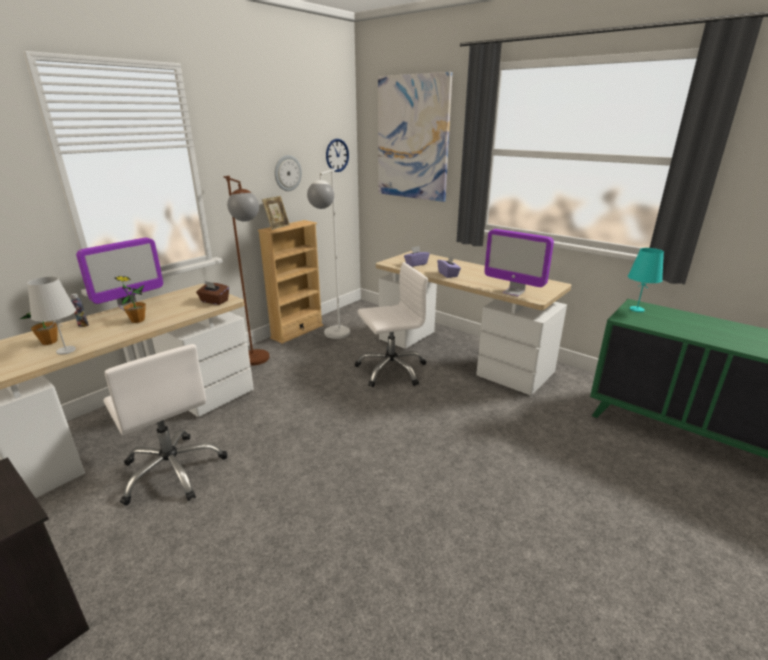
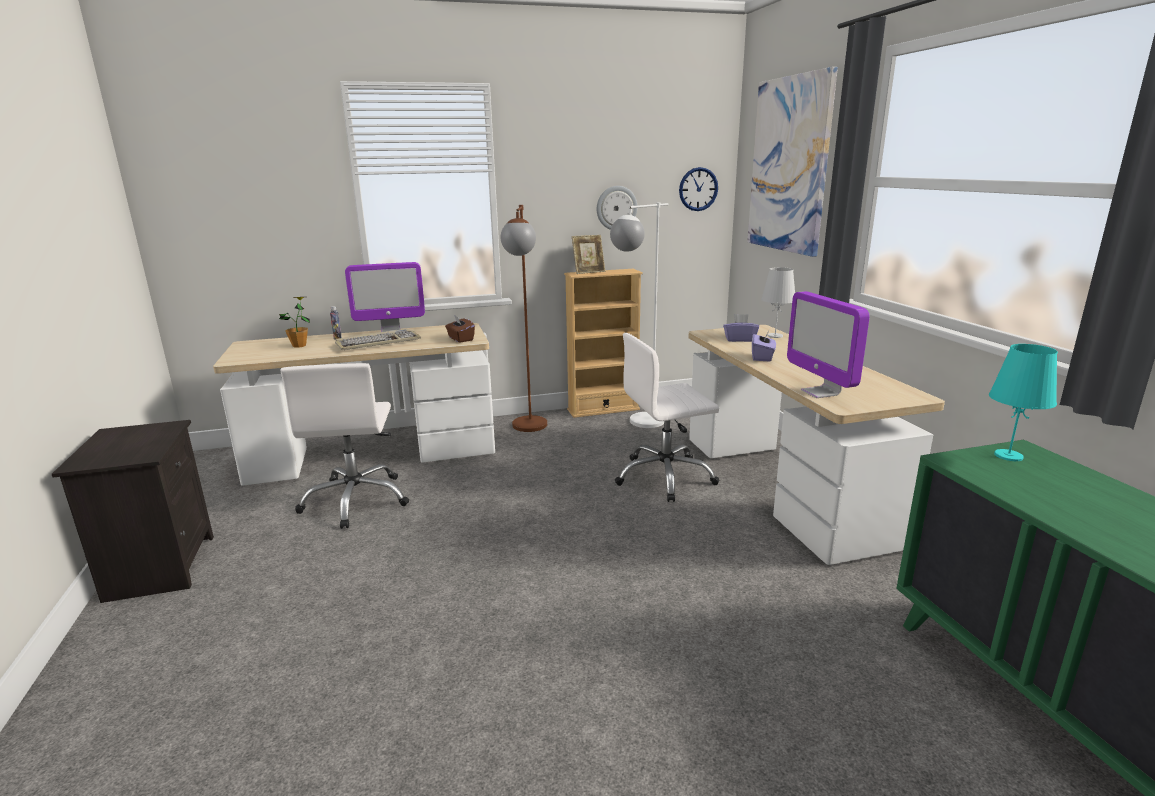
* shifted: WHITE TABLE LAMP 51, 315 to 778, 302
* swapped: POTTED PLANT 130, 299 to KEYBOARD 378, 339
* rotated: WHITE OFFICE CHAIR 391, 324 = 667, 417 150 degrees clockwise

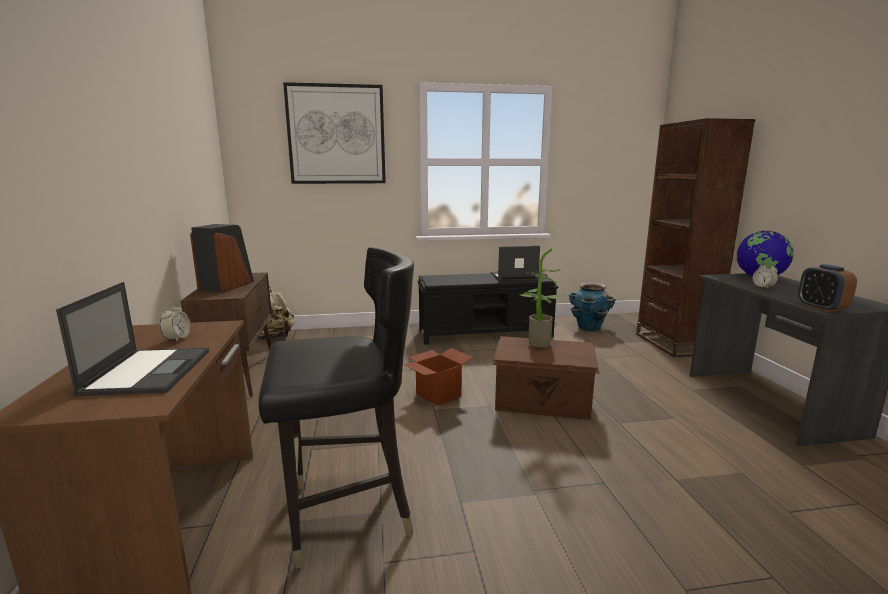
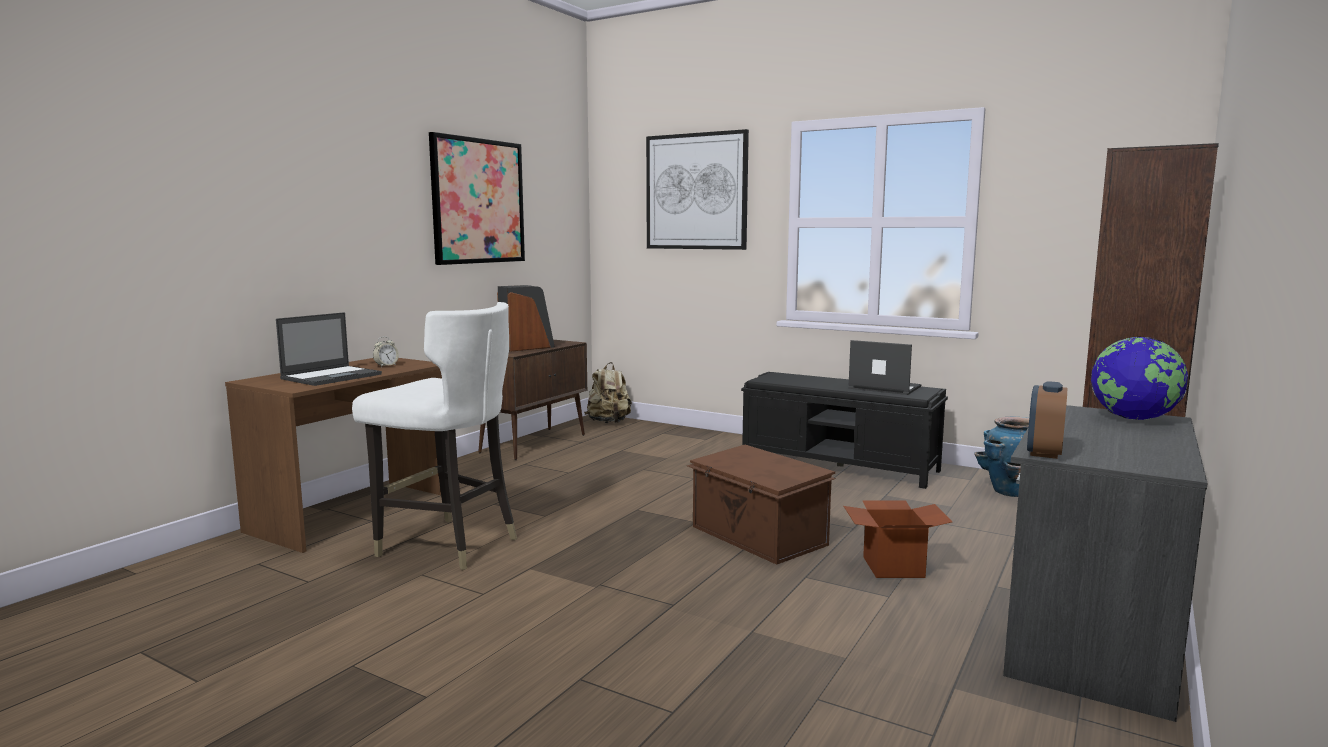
* repainted: BLACK CHAIR 336, 408 to WHITE CHAIR 434, 436
* shifted: CARDBOARD BOX 438, 377 to 897, 539
* gone: POTTED PLANT 544, 298
* gone: ALARM CLOCK 765, 275
* new: PICTURE 477, 198

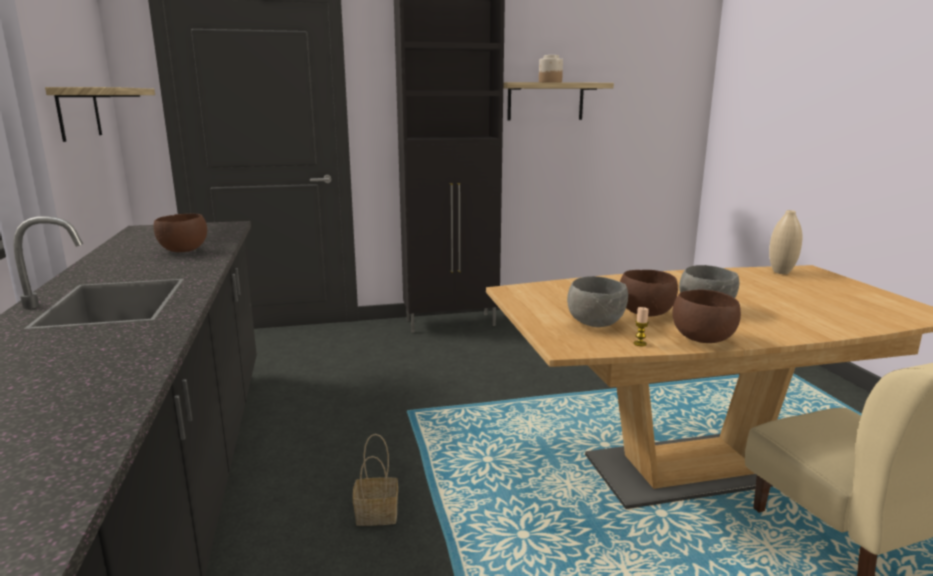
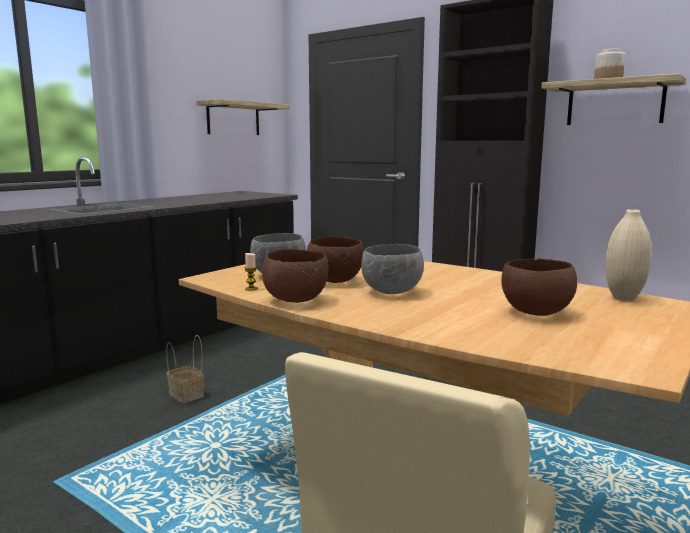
* shifted: BROWN BOWL 180, 233 to 539, 287

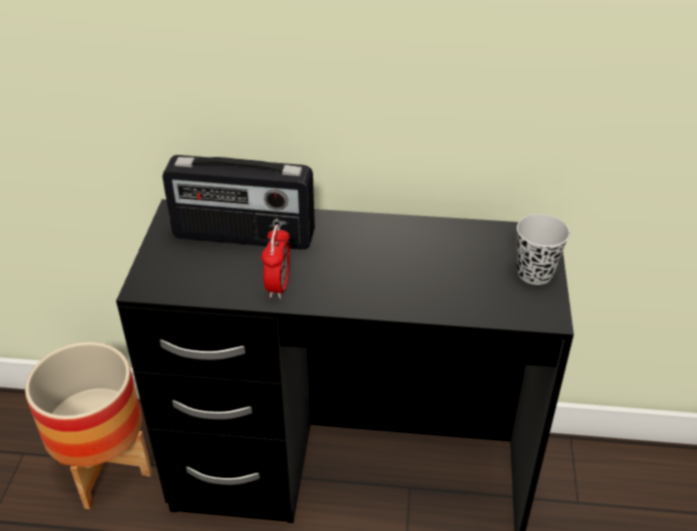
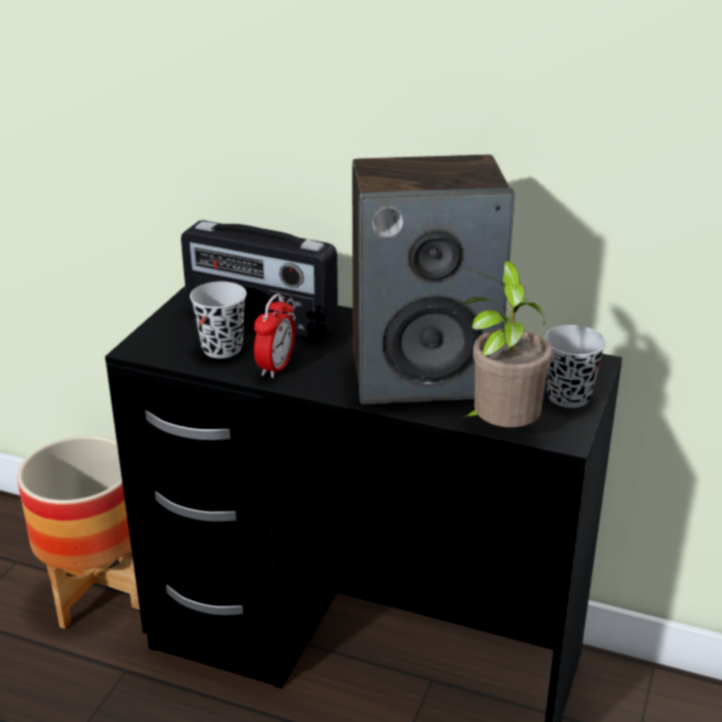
* new: BLACK CUP 218, 319
* new: SPEAKER 433, 279
* new: POTTED PLANT 507, 344

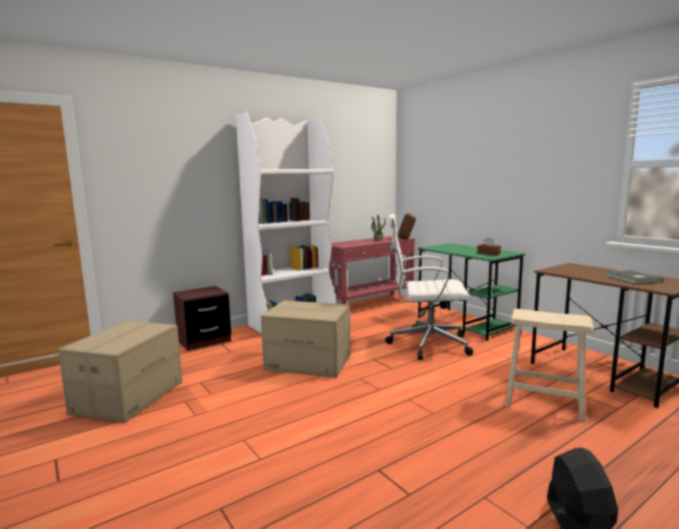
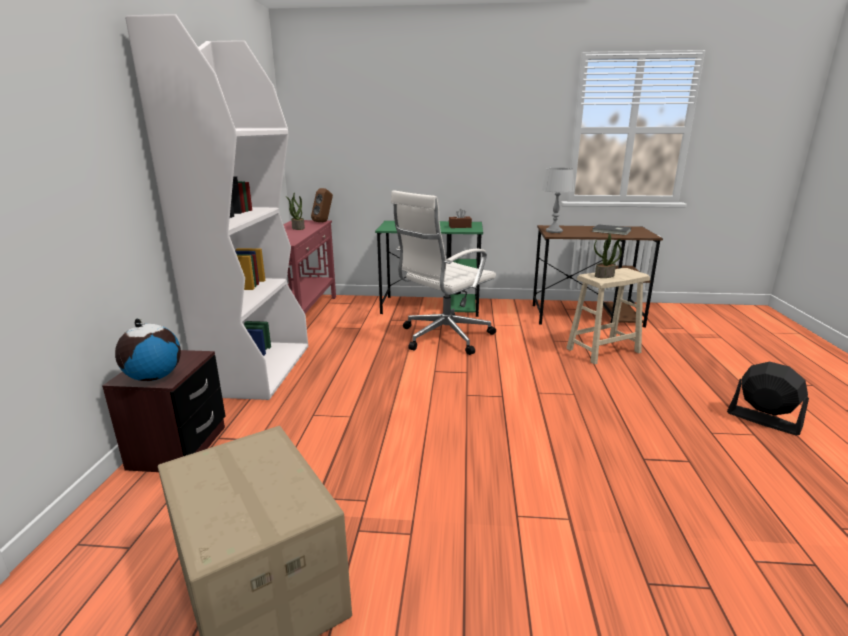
* gone: CARDBOARD BOX 305, 339
* new: GLOBE 148, 349
* new: GREY TABLE LAMP 558, 200
* new: POTTED PLANT 608, 256

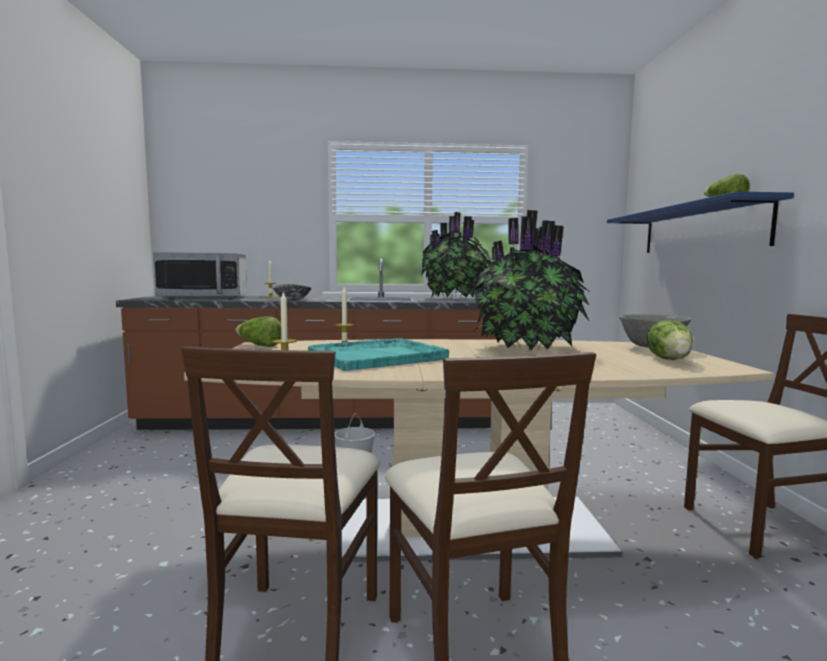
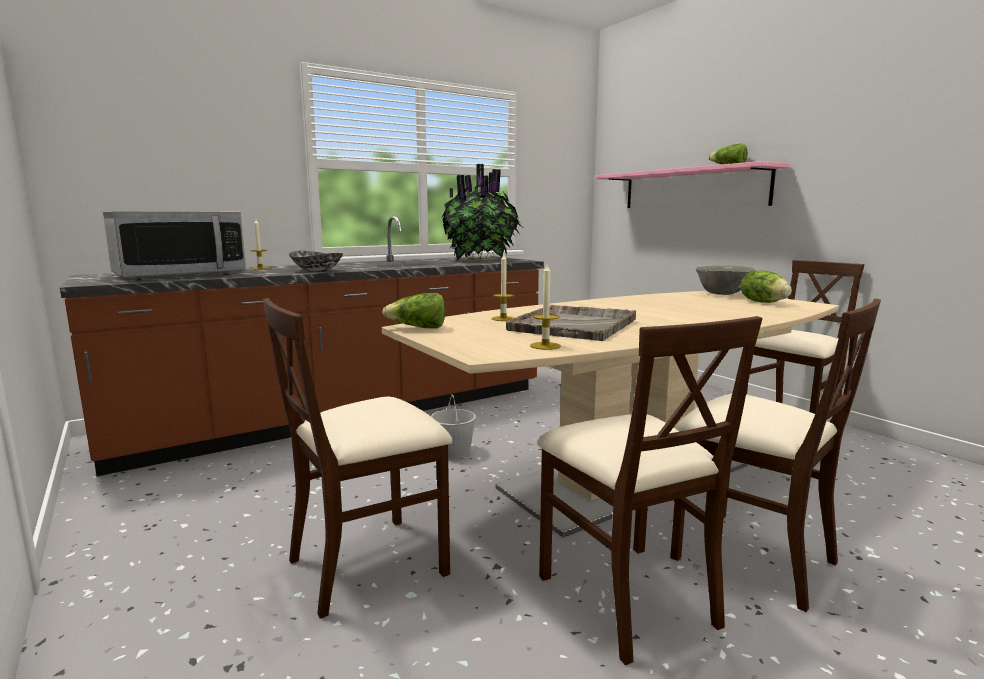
* repainted: TURQUOISE TRAY 378, 354 to GREY TRAY 571, 323
* gone: POTTED PLANT 531, 280
* repainted: BLUE SHELF 700, 222 to PINK SHELF 693, 184
* new: BEIGE CHAIR 357, 458

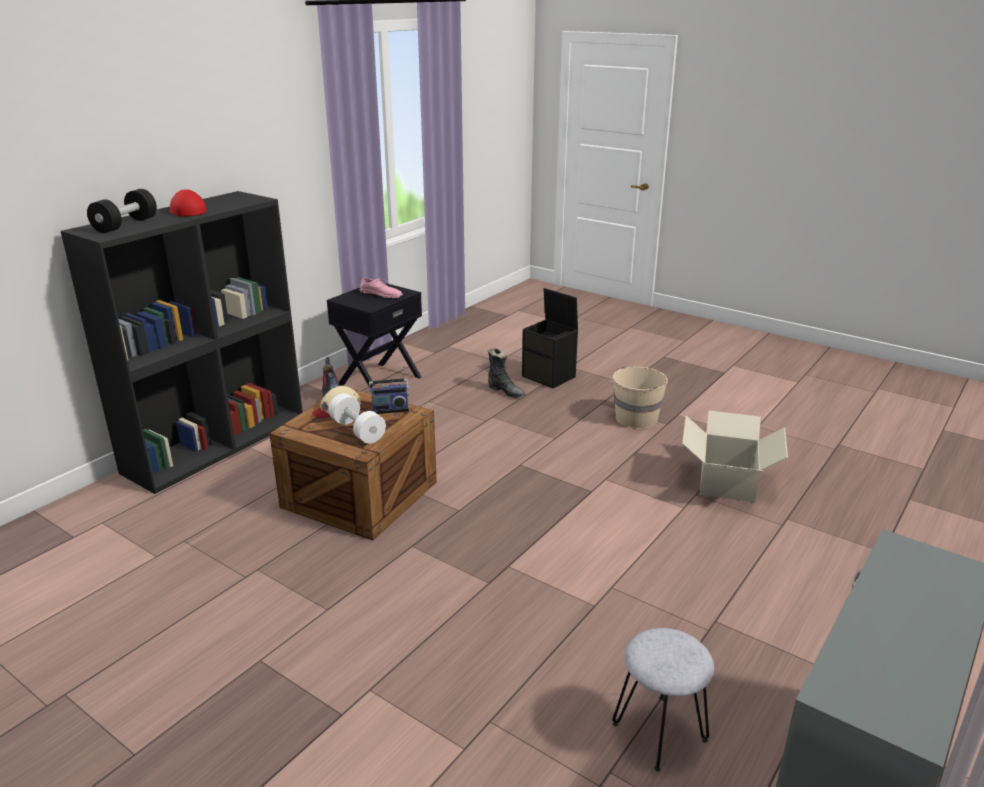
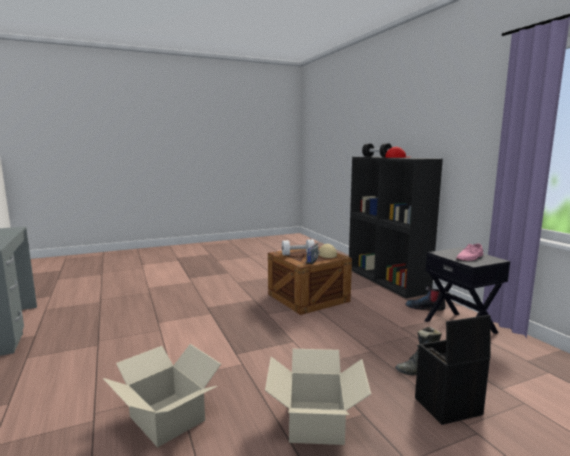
* swapped: BEIGE BUCKET 639, 397 to CARDBOARD BOX 318, 397
* gone: GREY STOOL 663, 700

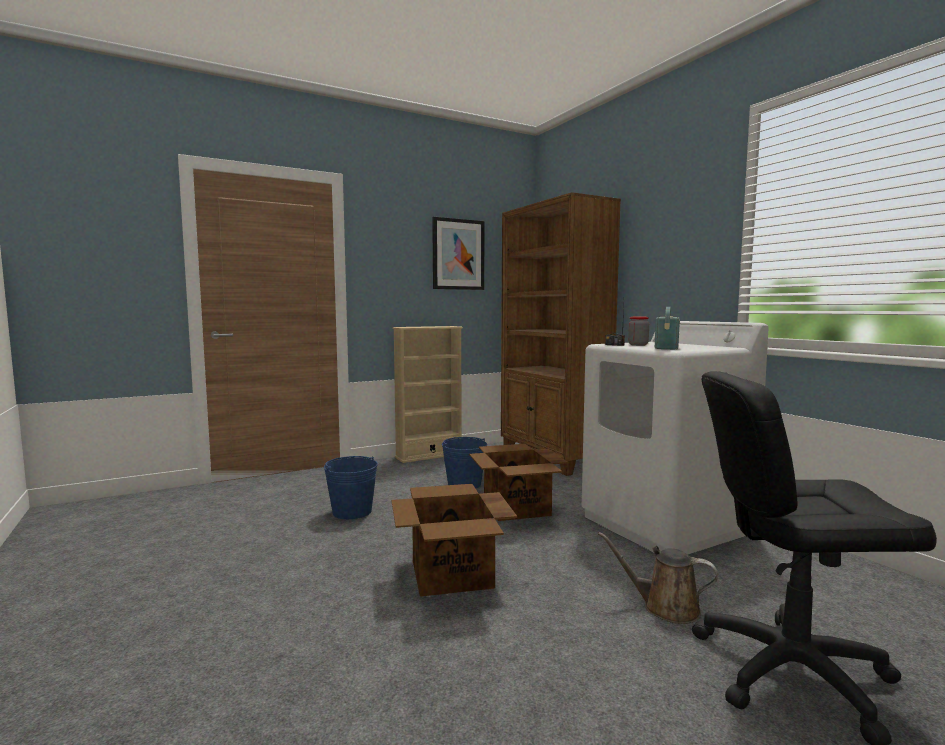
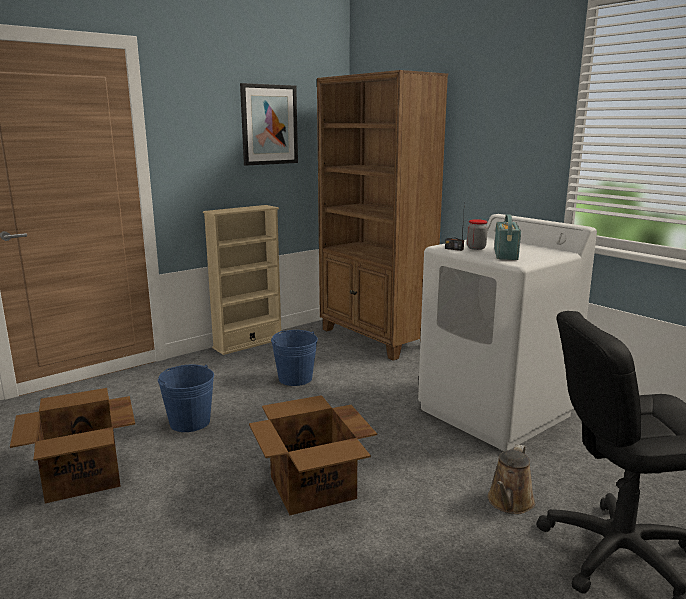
* shifted: CARDBOARD BOX 518, 482 to 72, 445
* rotated: BROWN WATERING CAN 658, 578 = 511, 479 75 degrees counterclockwise

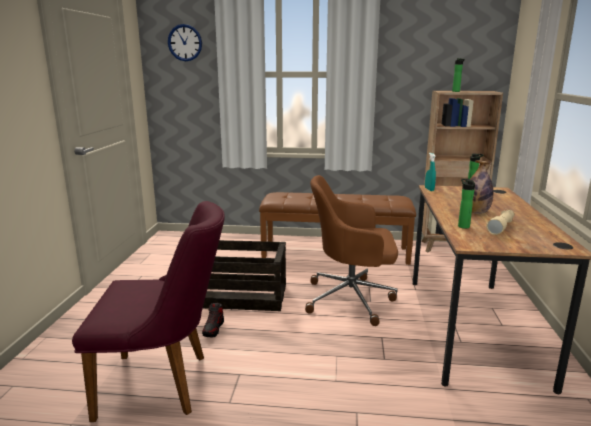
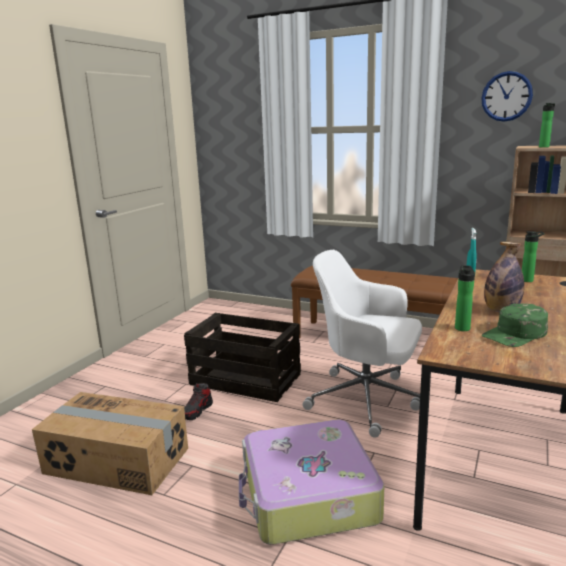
* swapped: PURPLE CHAIR 148, 311 to CARDBOARD BOX 110, 443
* shifted: WALL CLOCK 185, 42 to 507, 96
* repainted: BROWN OFFICE CHAIR 351, 250 to WHITE OFFICE CHAIR 362, 344
* swapped: BEIGE FLASHLIGHT 500, 222 to GREEN CAP 515, 325
* new: SUITCASE 311, 482

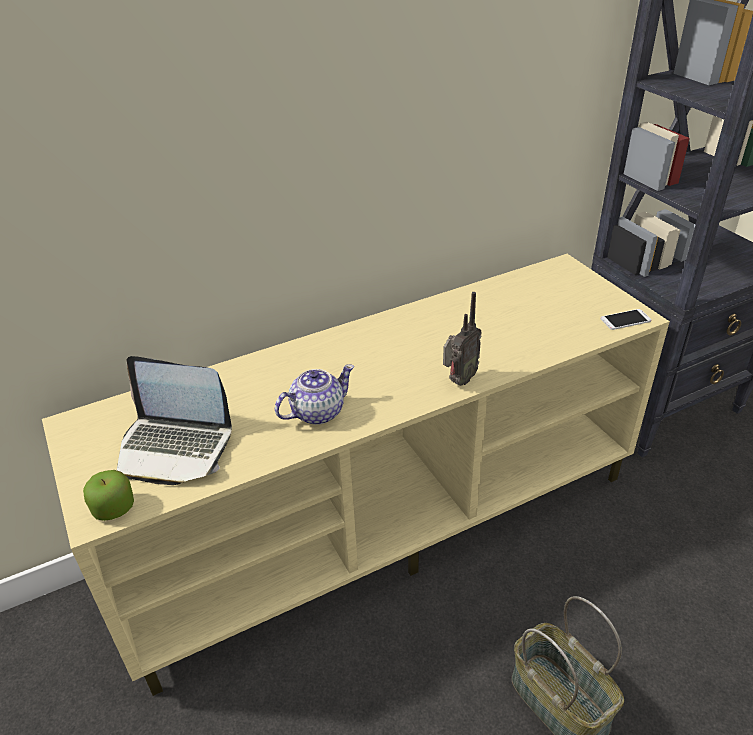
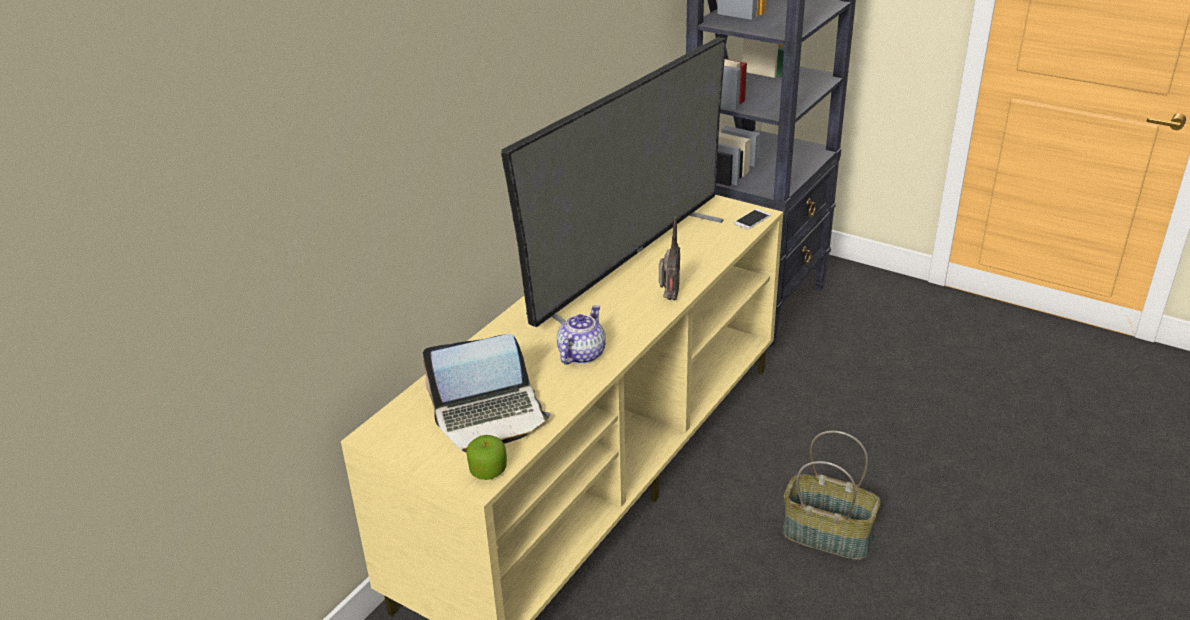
* new: TELEVISION 613, 182

